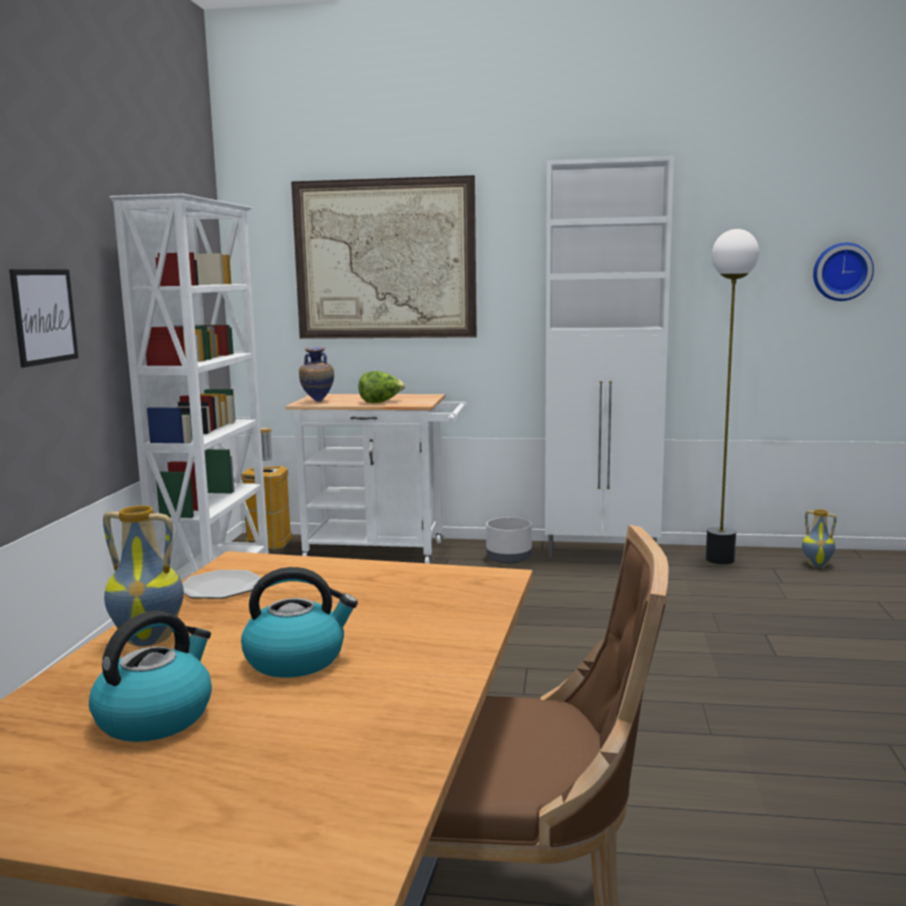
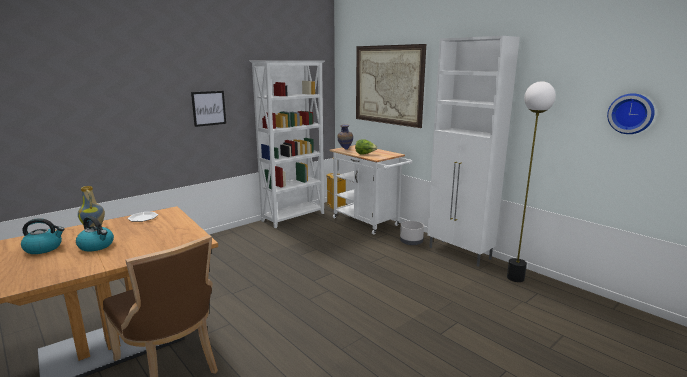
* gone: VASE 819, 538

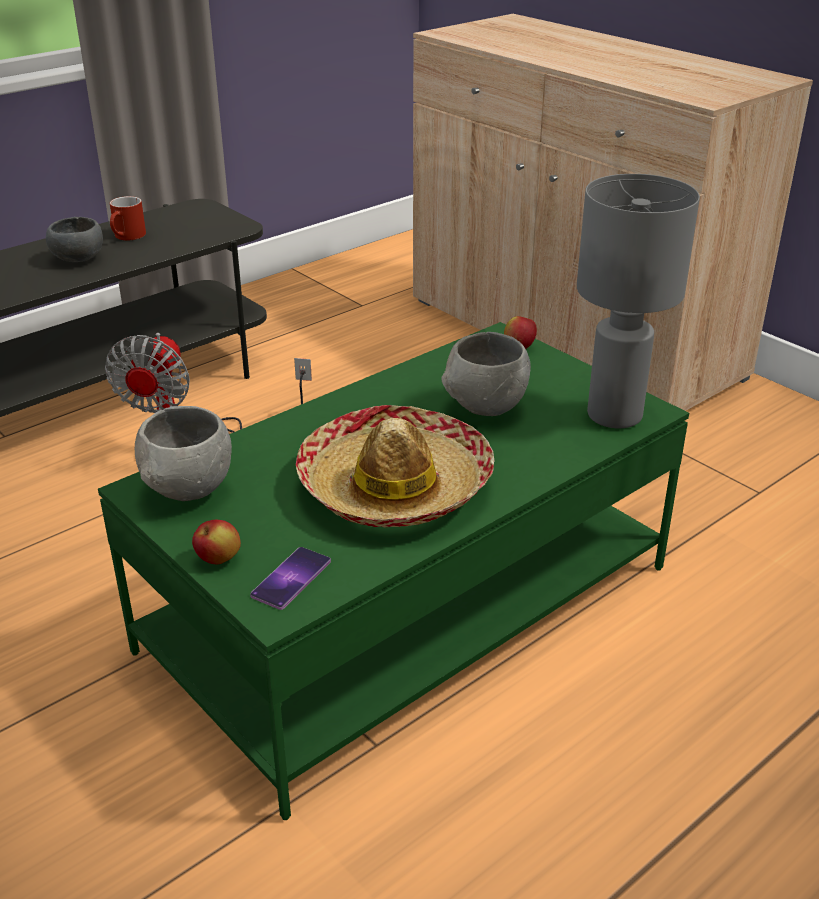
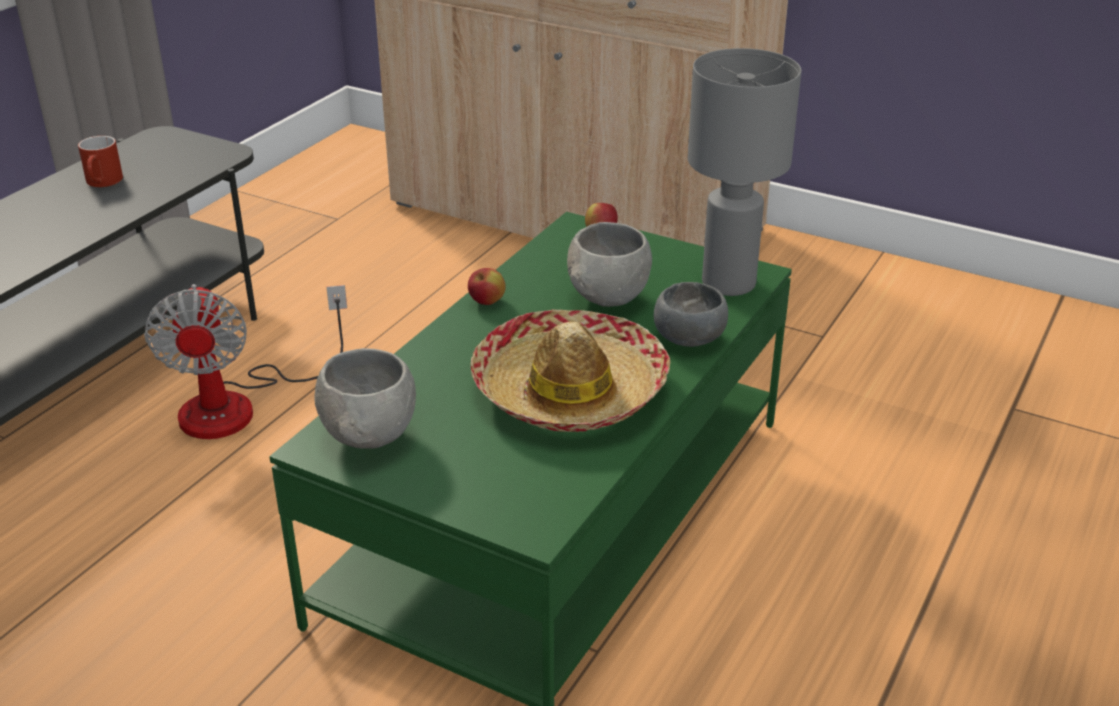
* shifted: GREY BOWL 74, 239 to 691, 314
* shifted: APPLE 216, 542 to 487, 286
* gone: PHONE 290, 578

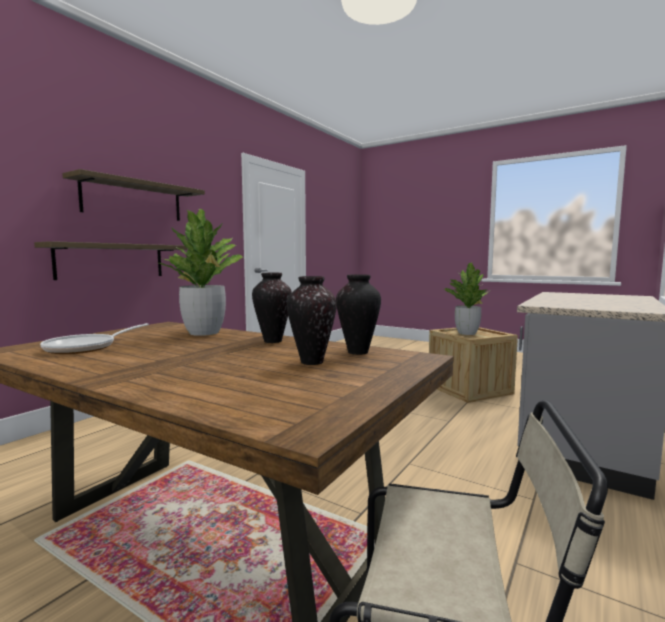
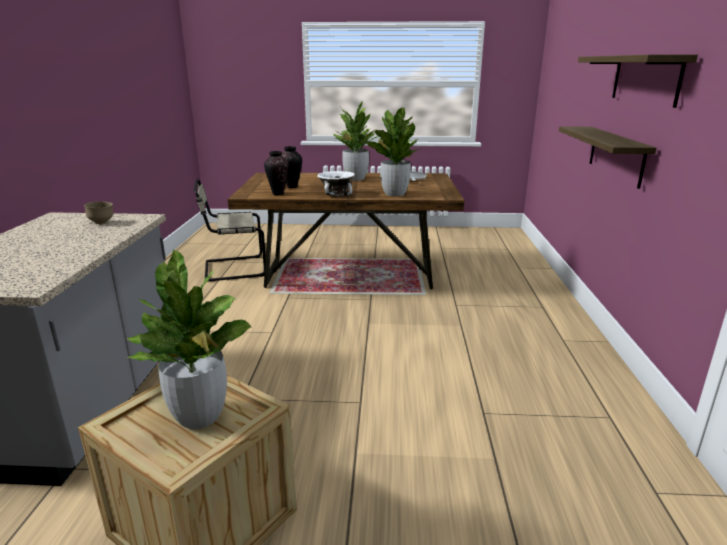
* swapped: VASE 272, 308 to WHITE BOWL 336, 183
* new: BROWN BOWL 98, 212
* new: POTTED PLANT 356, 141

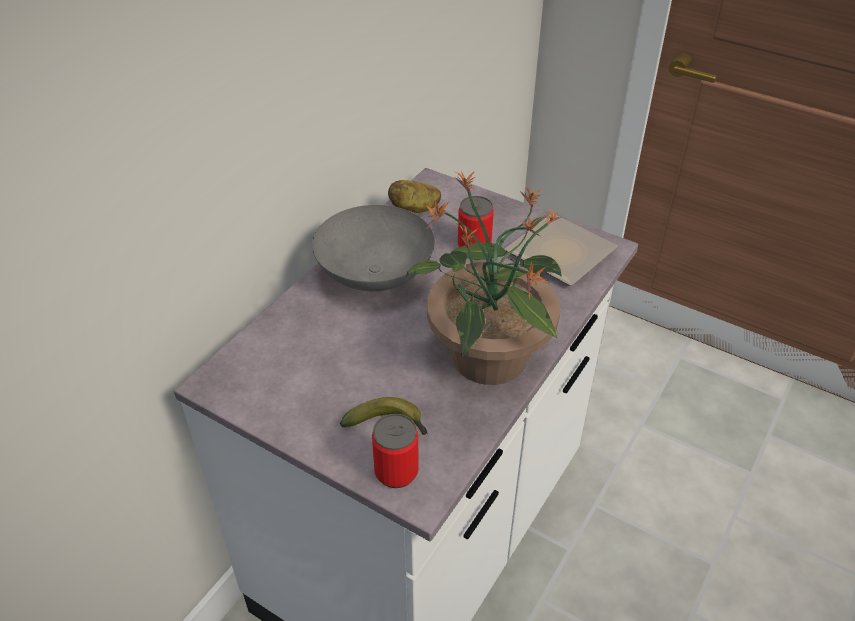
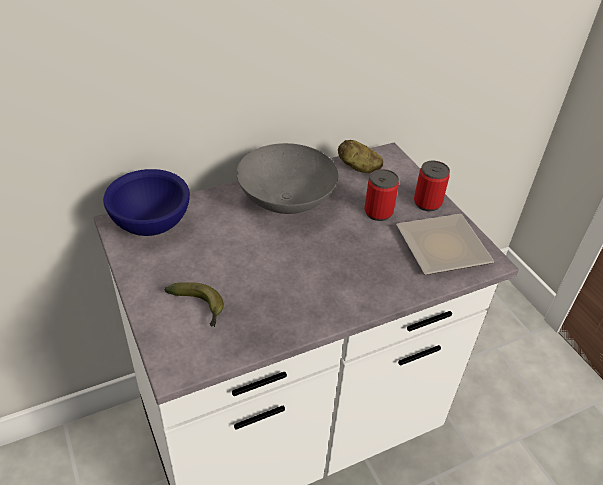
* shifted: CAN 395, 451 to 432, 186
* gone: POTTED PLANT 483, 278
* new: BLUE BOWL 146, 202

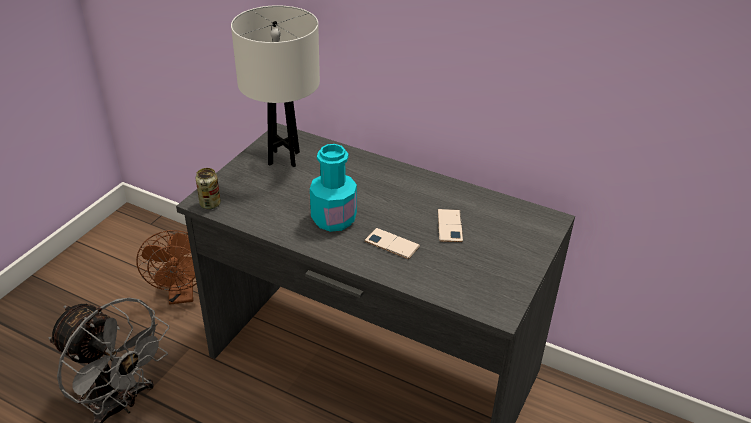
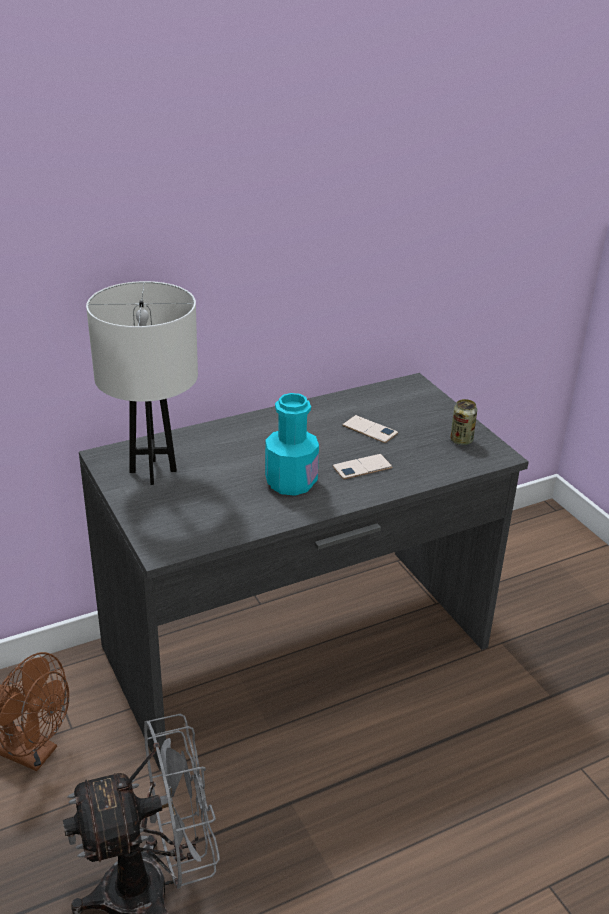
* shifted: CAN 208, 188 to 463, 422

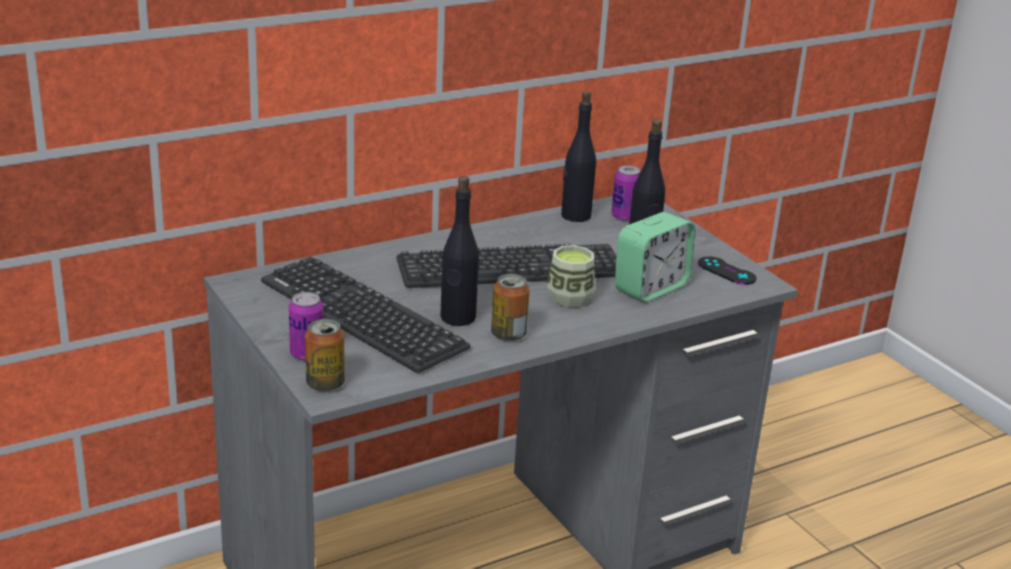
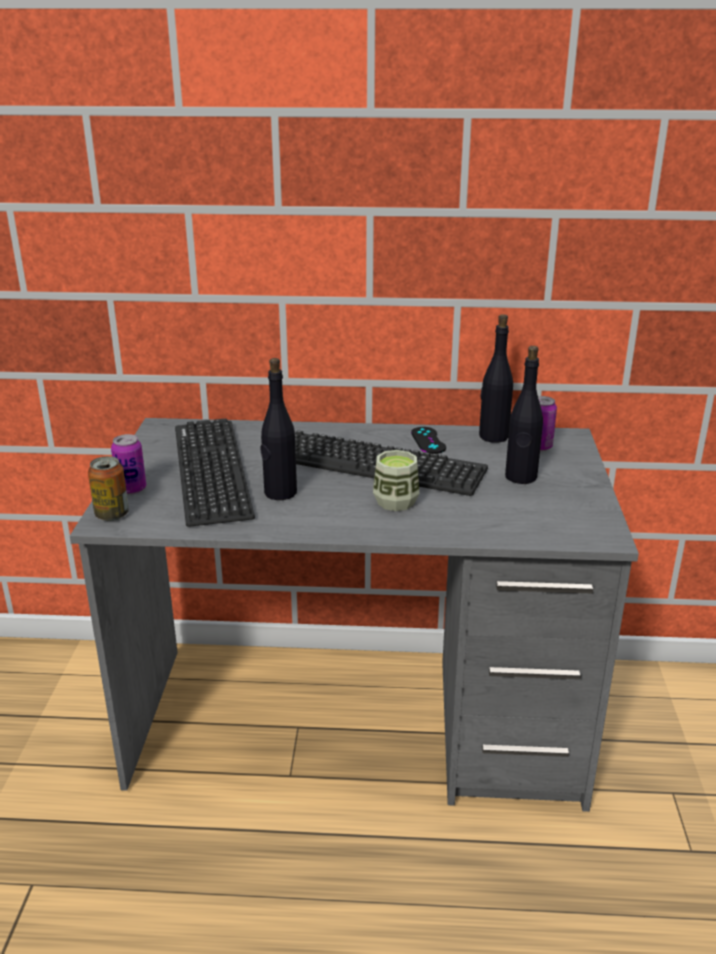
* gone: CAN 510, 307
* gone: ALARM CLOCK 655, 257
* shifted: BLACK GAME CONTROLLER 727, 270 to 428, 440

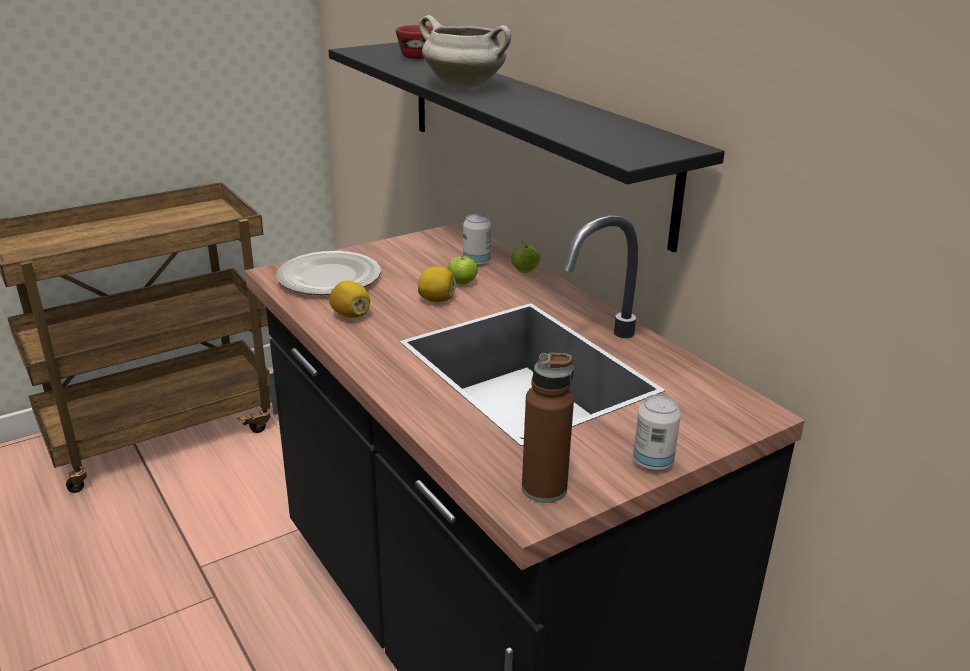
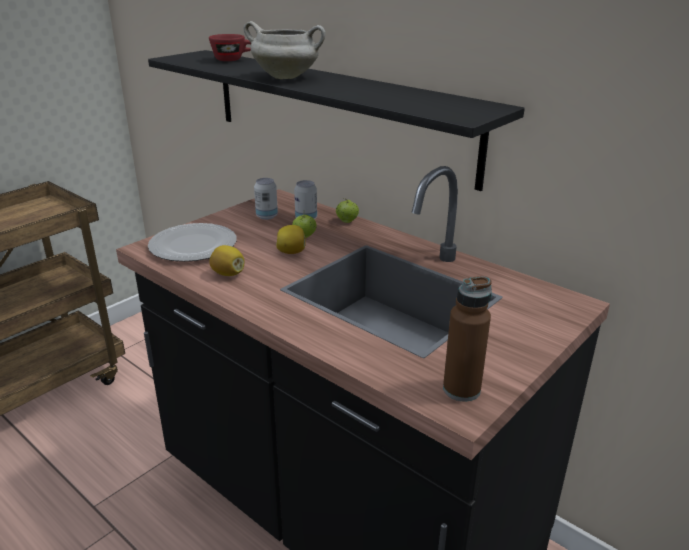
* shifted: CAN 657, 432 to 266, 199

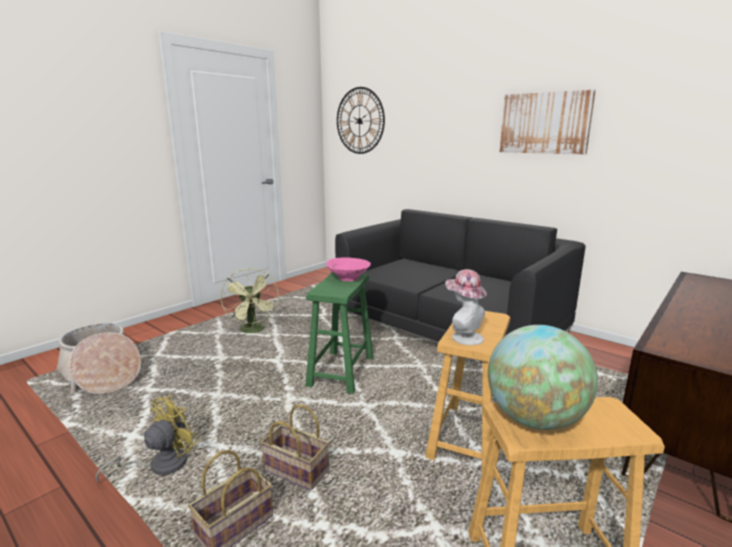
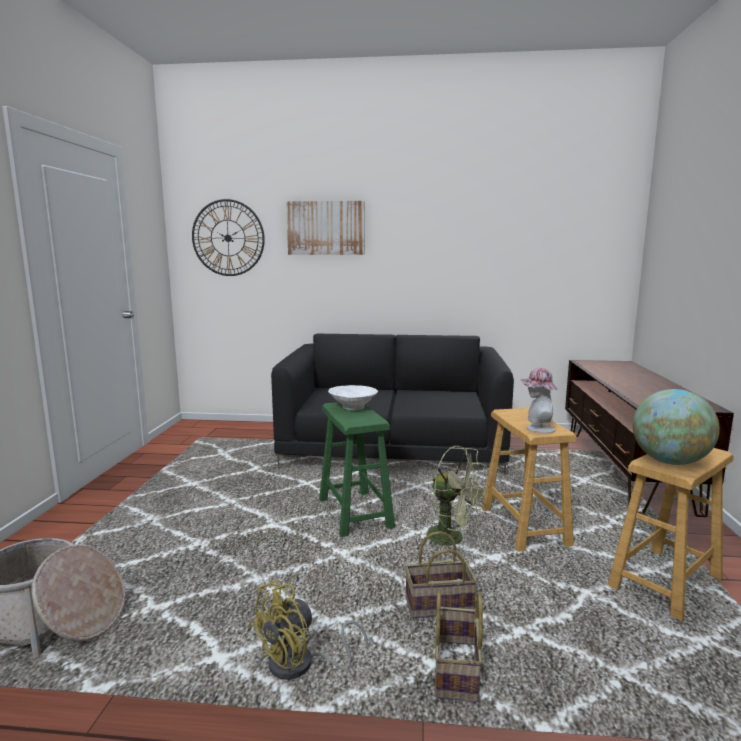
* rotated: YELLOW FAN 147, 439 = 308, 630 135 degrees counterclockwise
* shifted: GREEN FAN 250, 300 to 457, 496
* repainted: PINK BOWL 348, 269 to WHITE BOWL 353, 397
* shifted: PICTURE 548, 122 to 325, 228

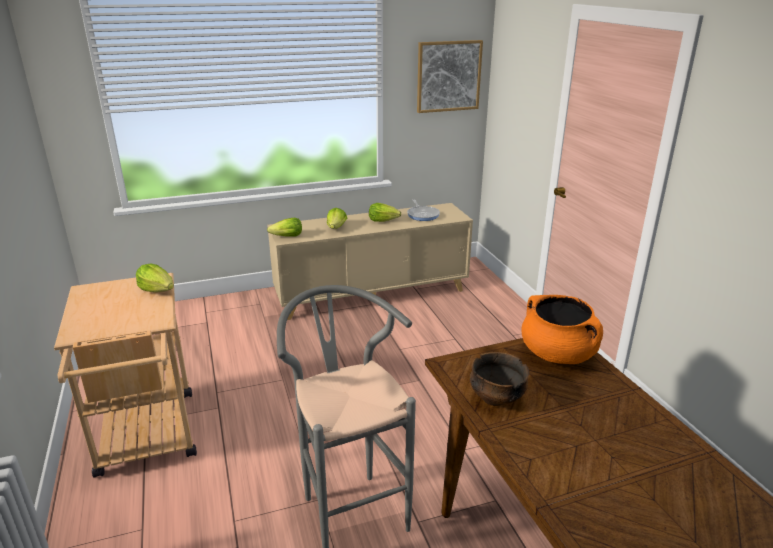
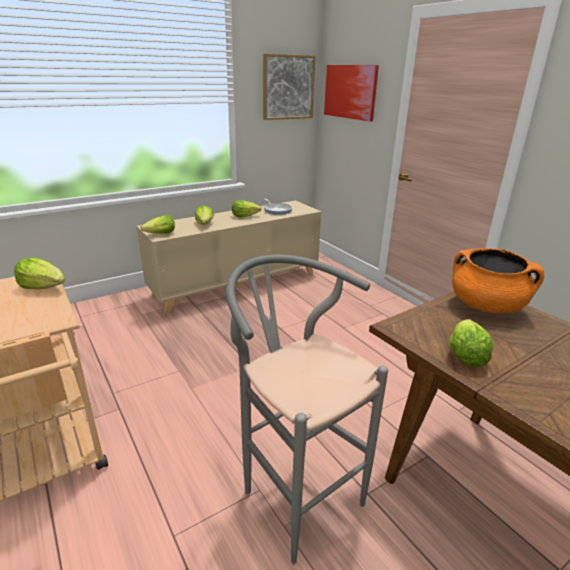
* swapped: BOWL 499, 379 to LETTUCE 471, 343
* new: PICTURE 351, 93

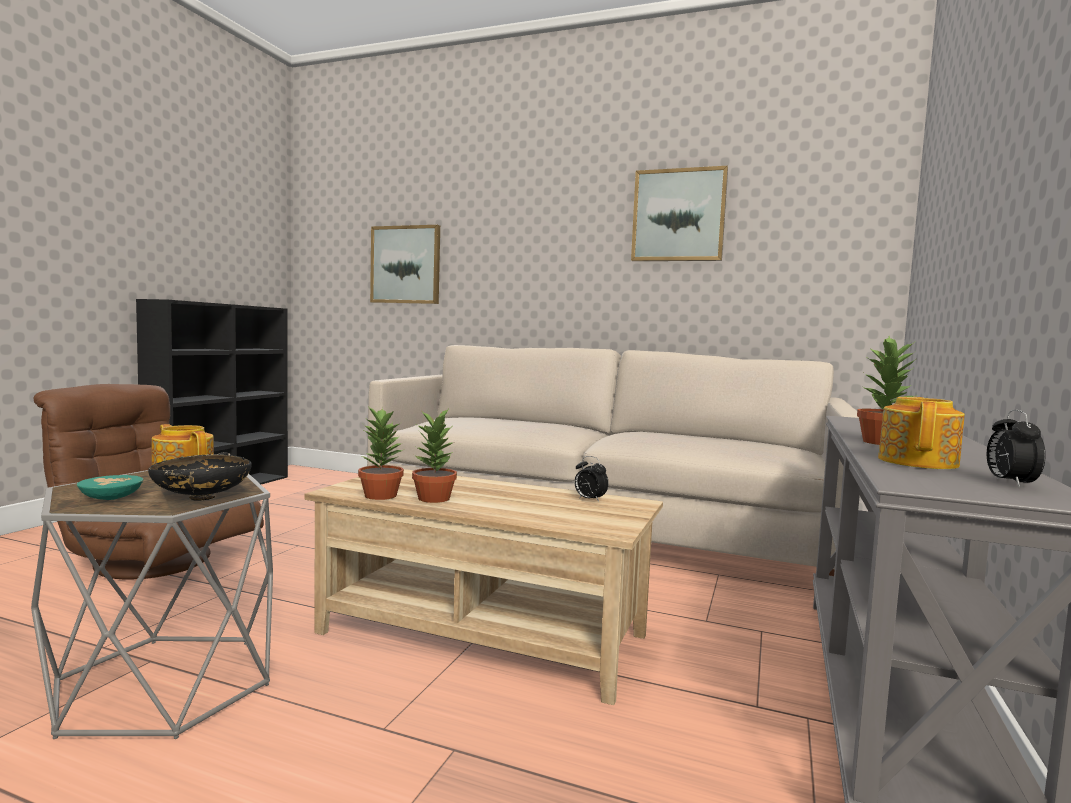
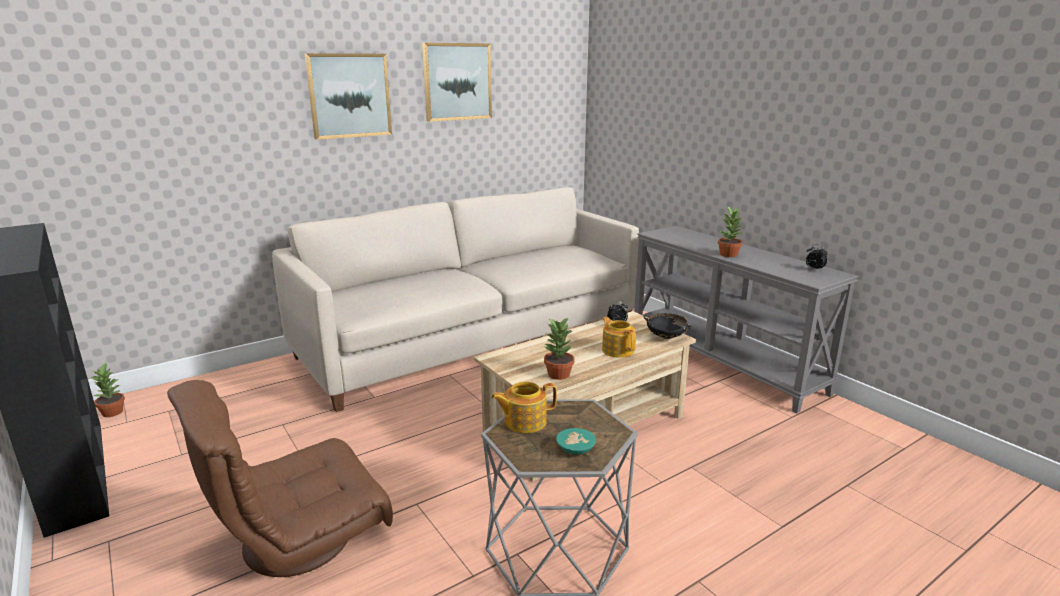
* shifted: BLACK BOWL 200, 476 to 667, 326
* shifted: PICTURE 405, 264 to 348, 96
* shifted: POTTED PLANT 434, 456 to 107, 390
* shifted: TEAPOT 921, 433 to 619, 337

